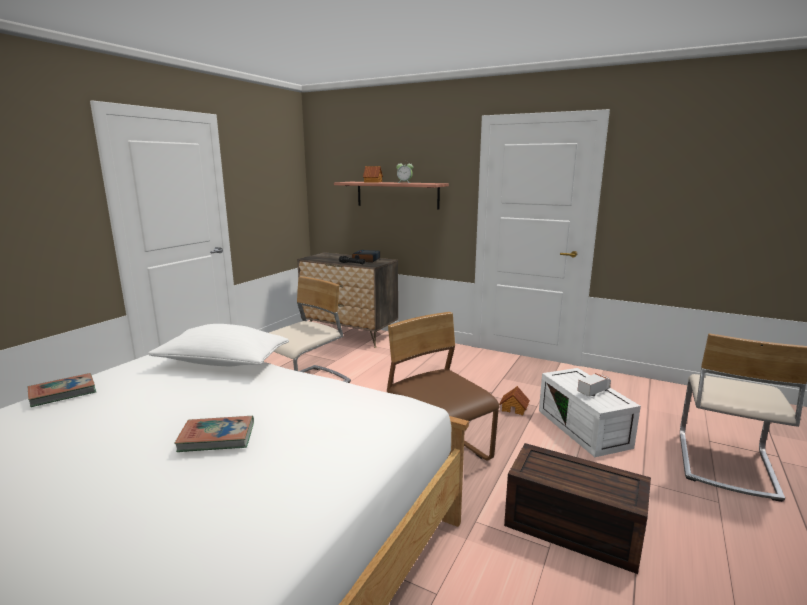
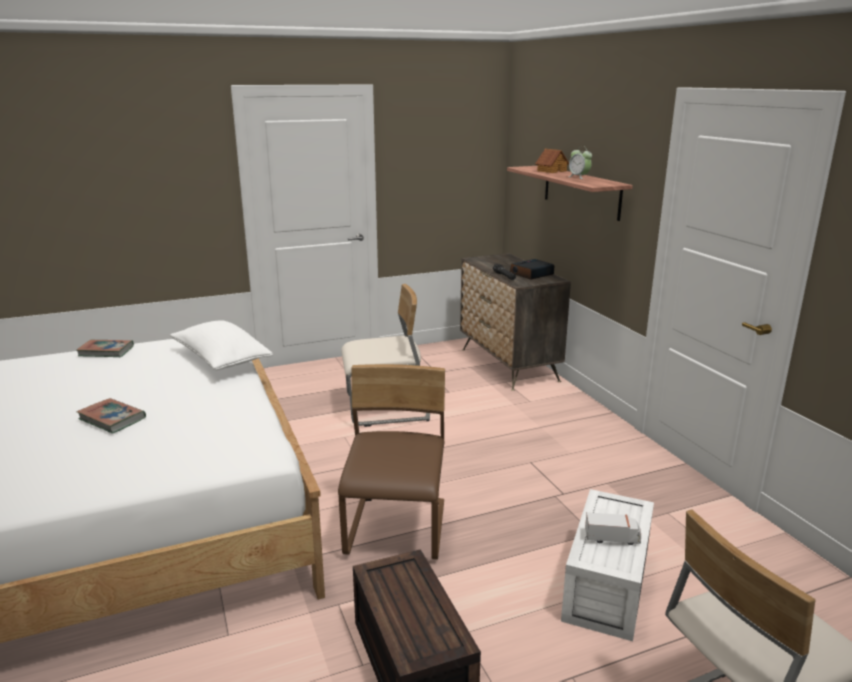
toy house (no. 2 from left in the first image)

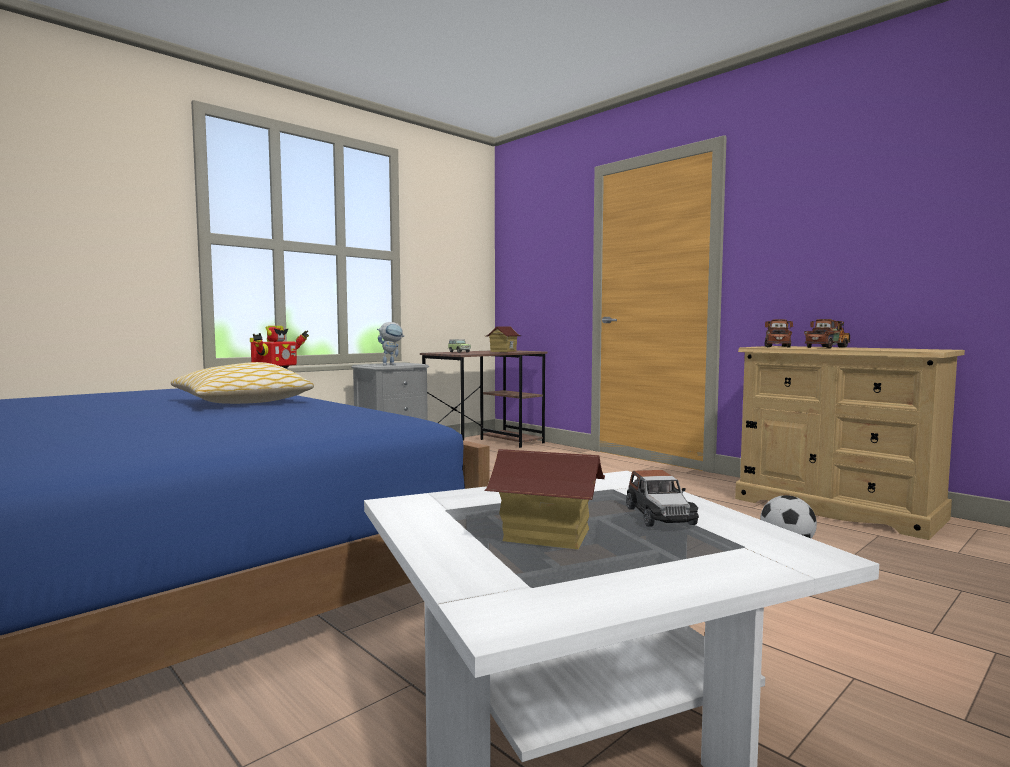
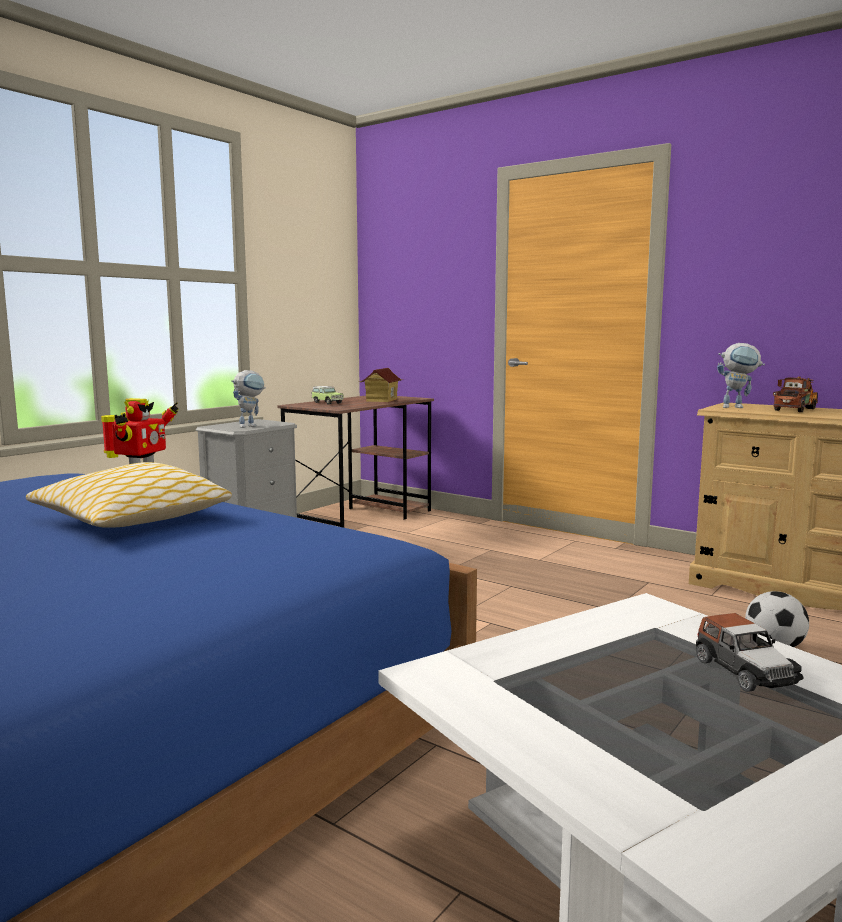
toy house (no. 2 from left in the first image)
toy robot (no. 3 from left)

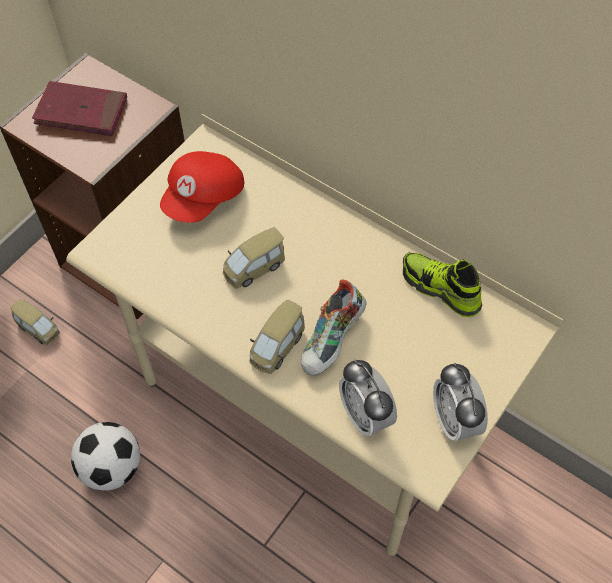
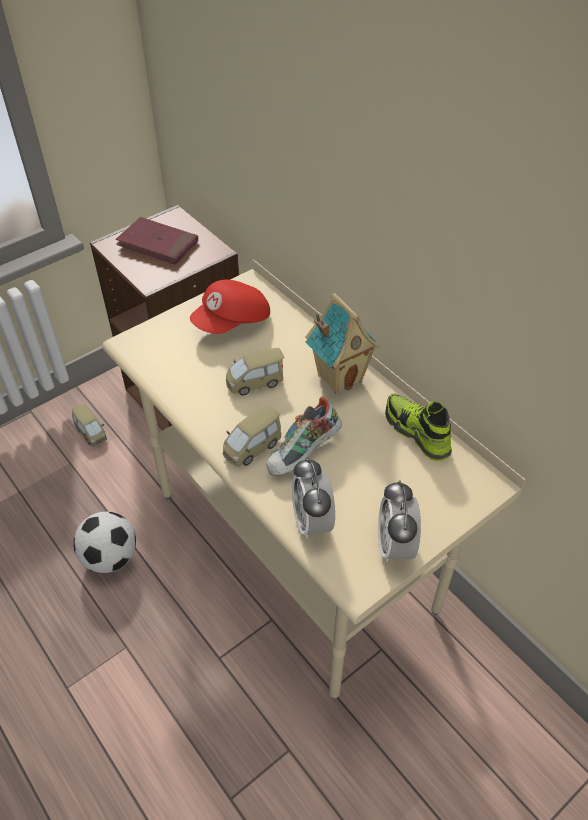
toy house

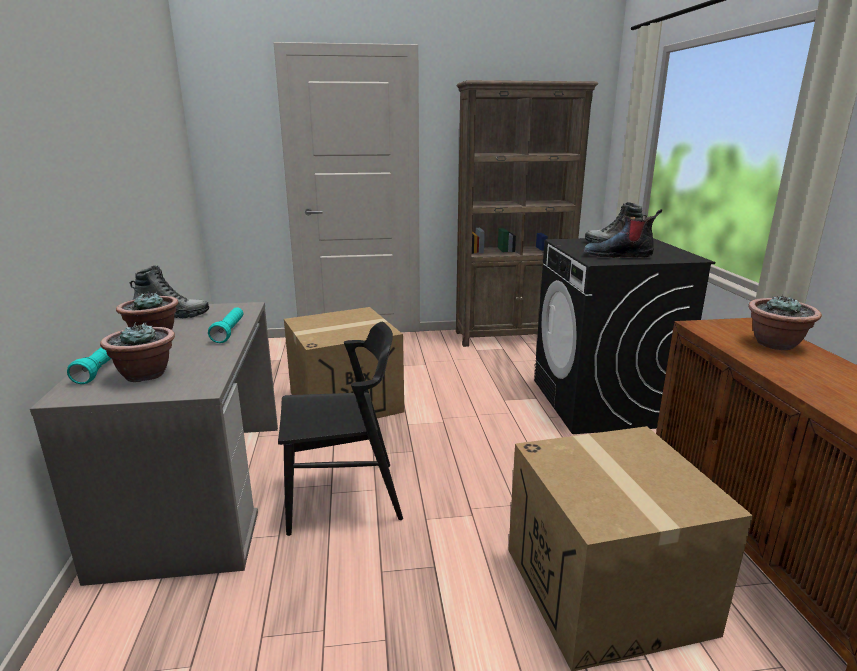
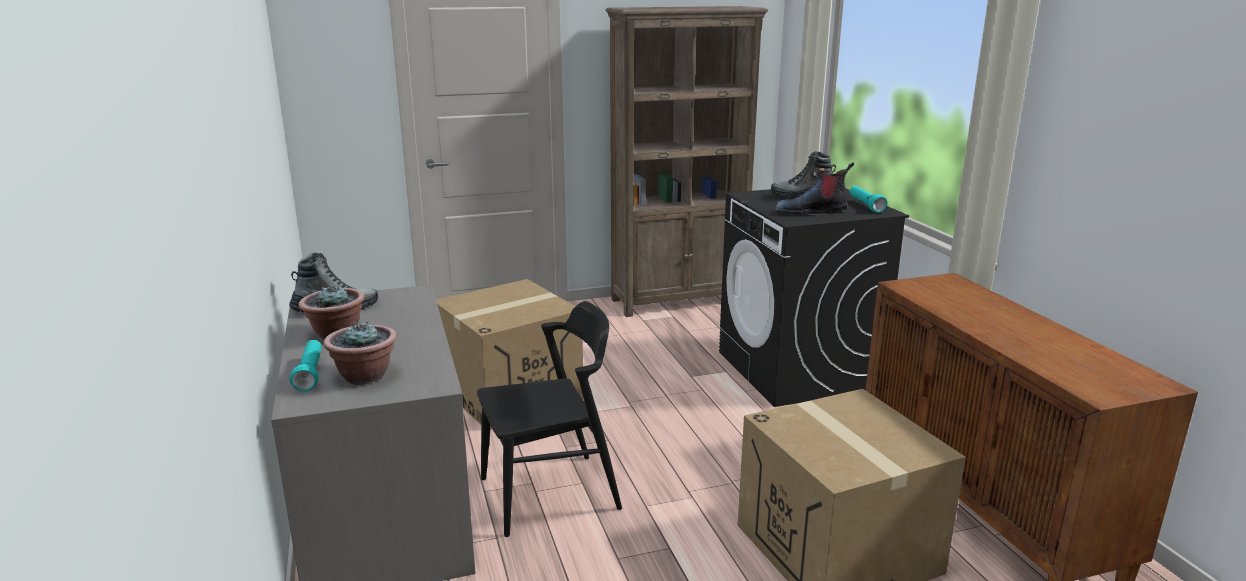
potted plant (no. 3 from left in the first image)
turquoise flashlight (no. 2 from left)

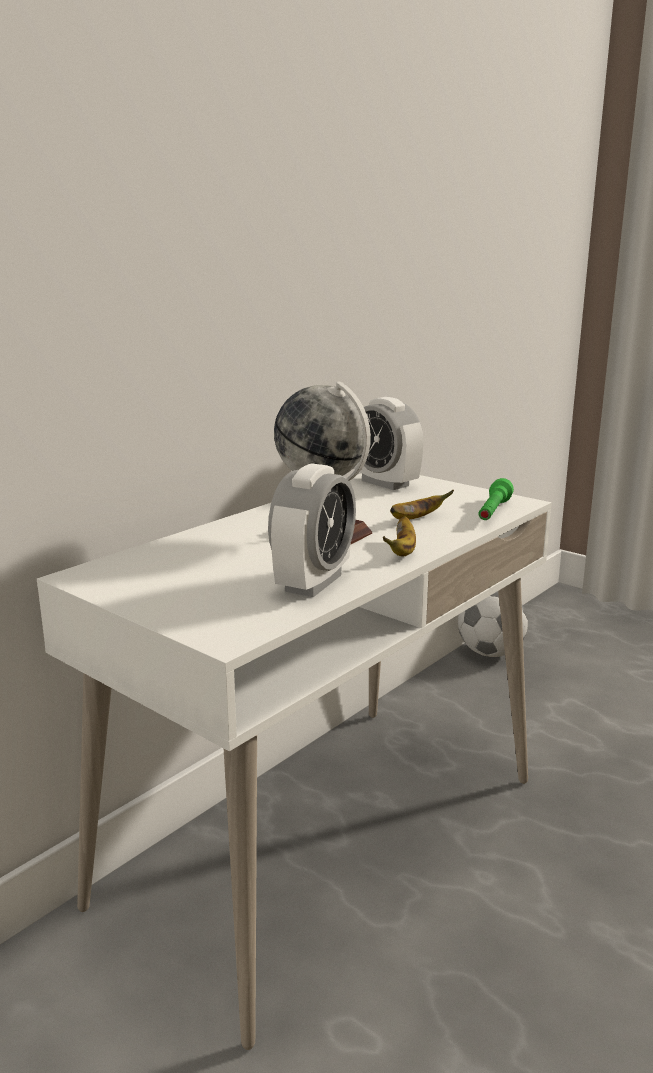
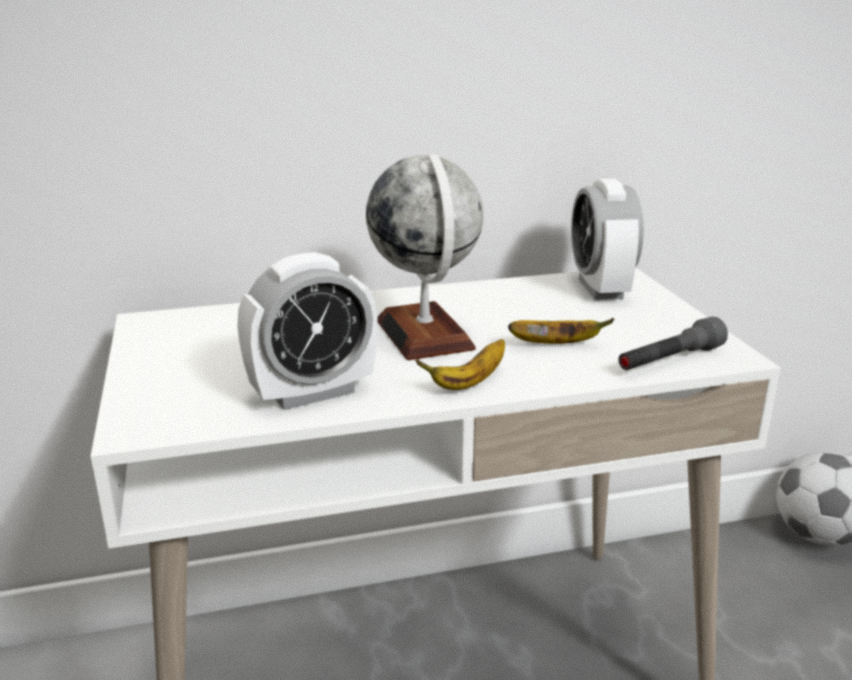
grey flashlight

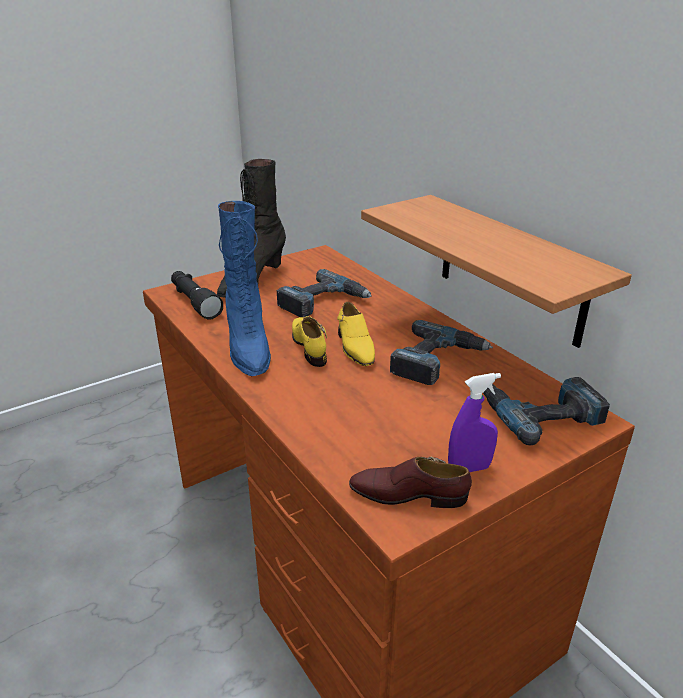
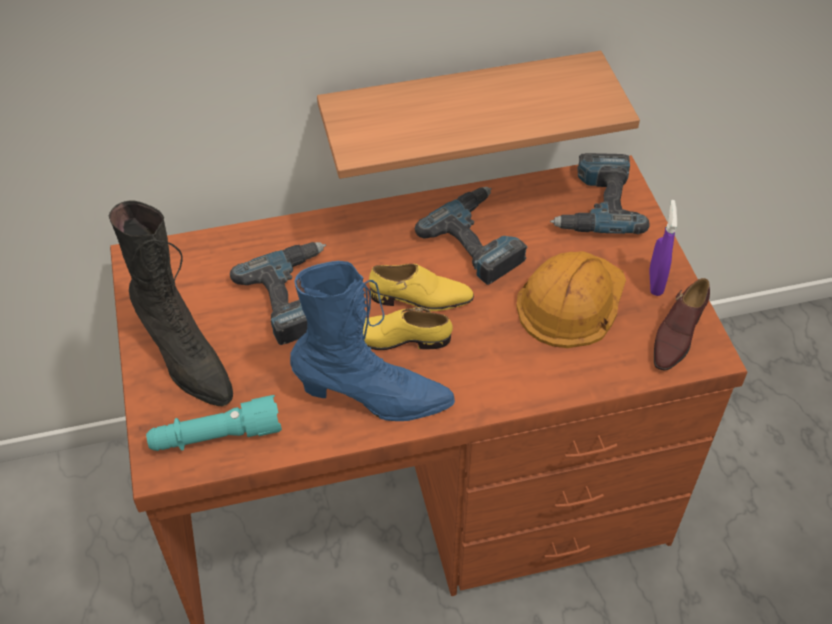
orange hard hat
turquoise flashlight

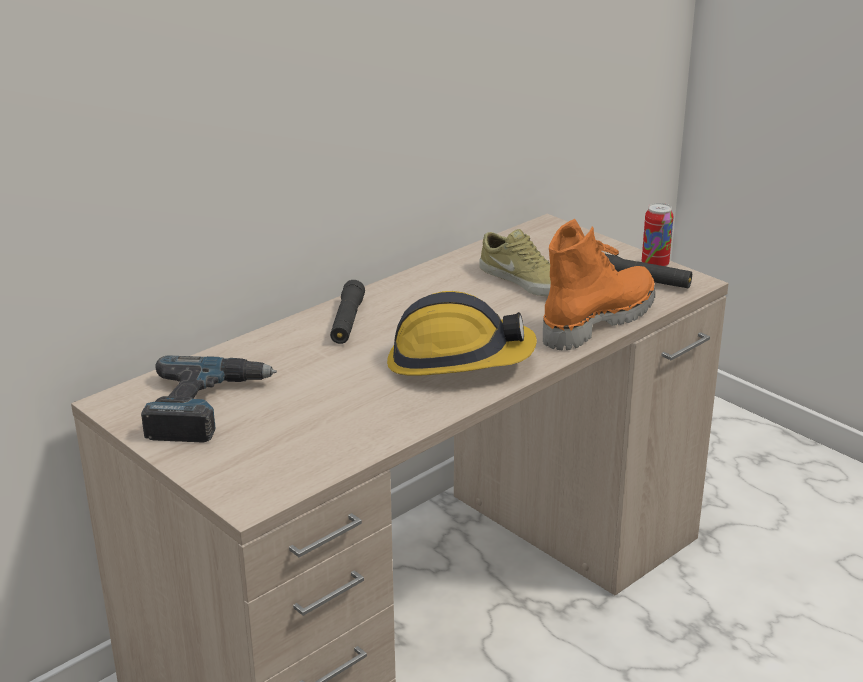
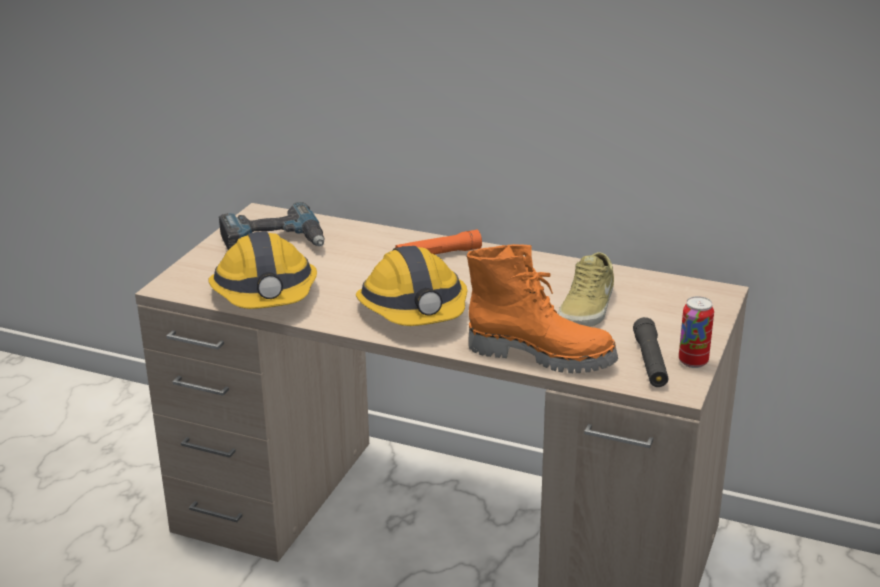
hard hat (no. 1 from left)
orange flashlight

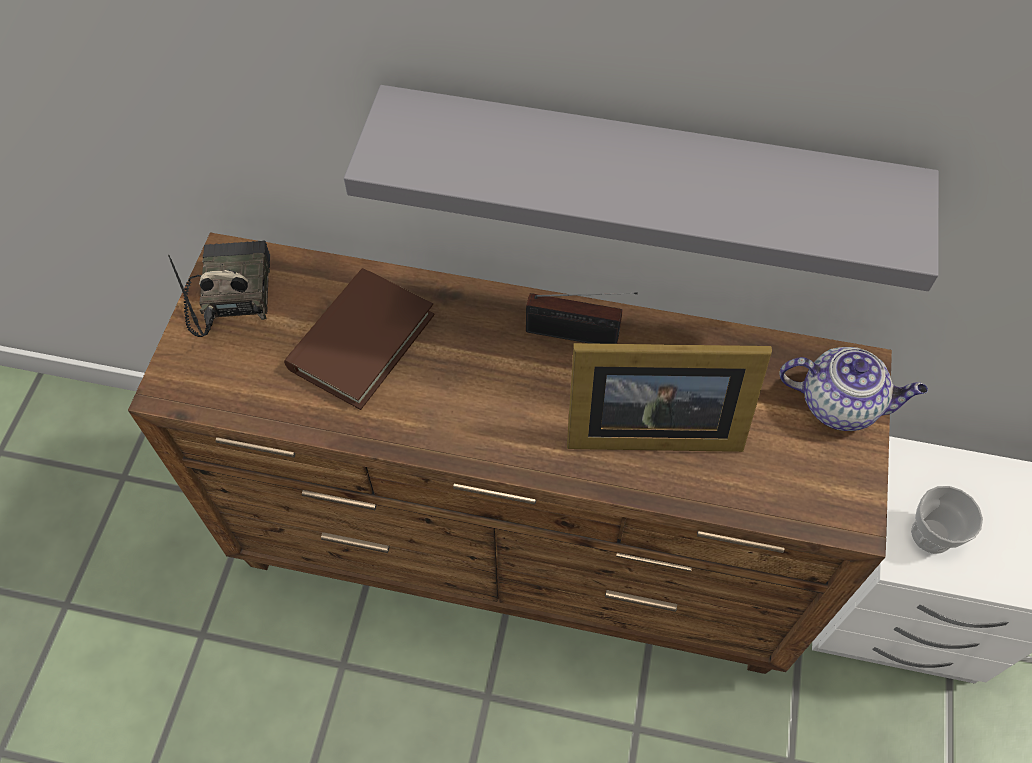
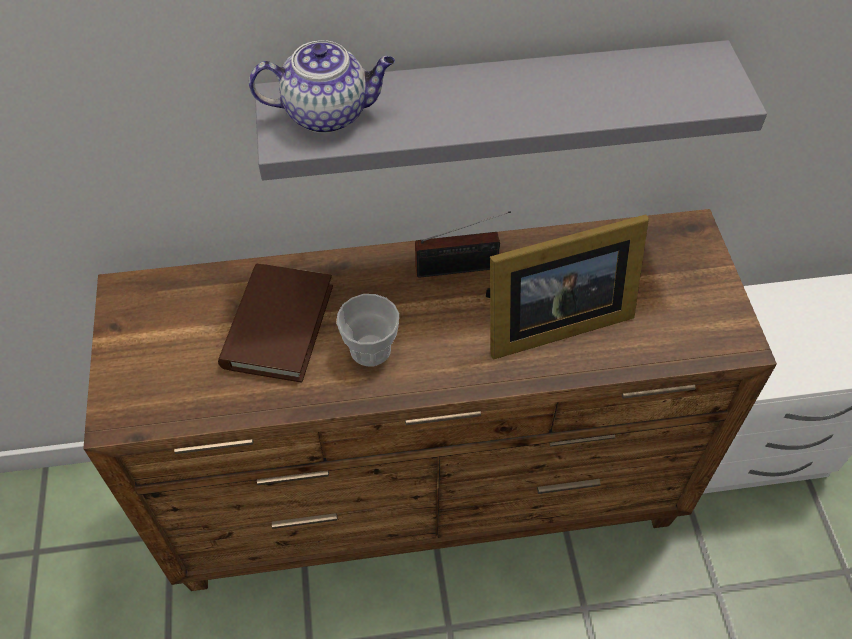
radio (no. 1 from left in the first image)
teapot
cup

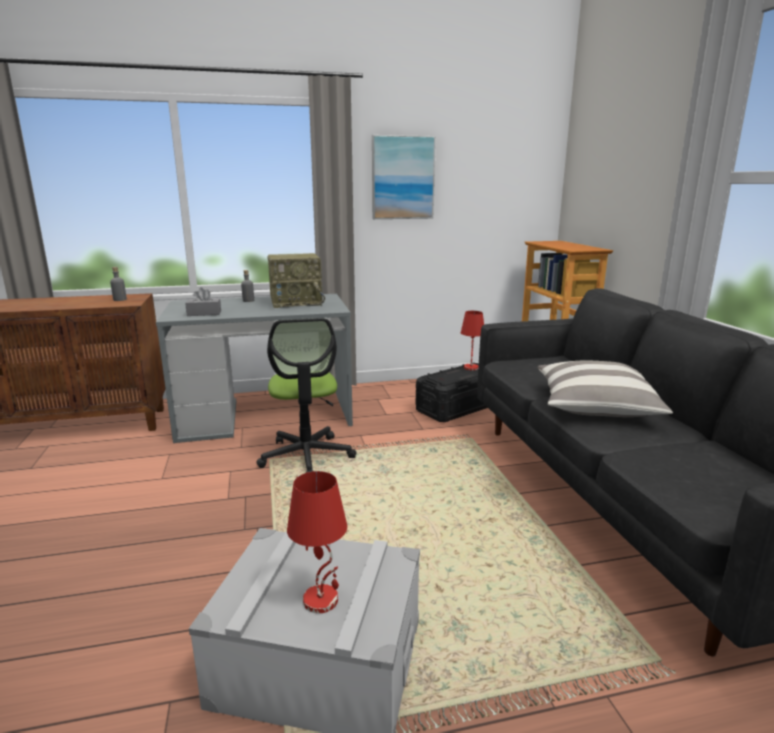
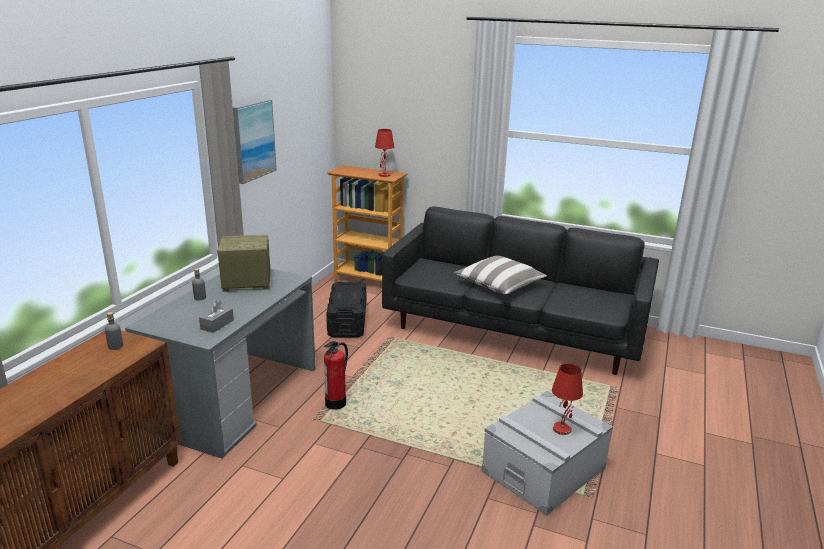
red table lamp (no. 1 from left)
fire extinguisher
radio

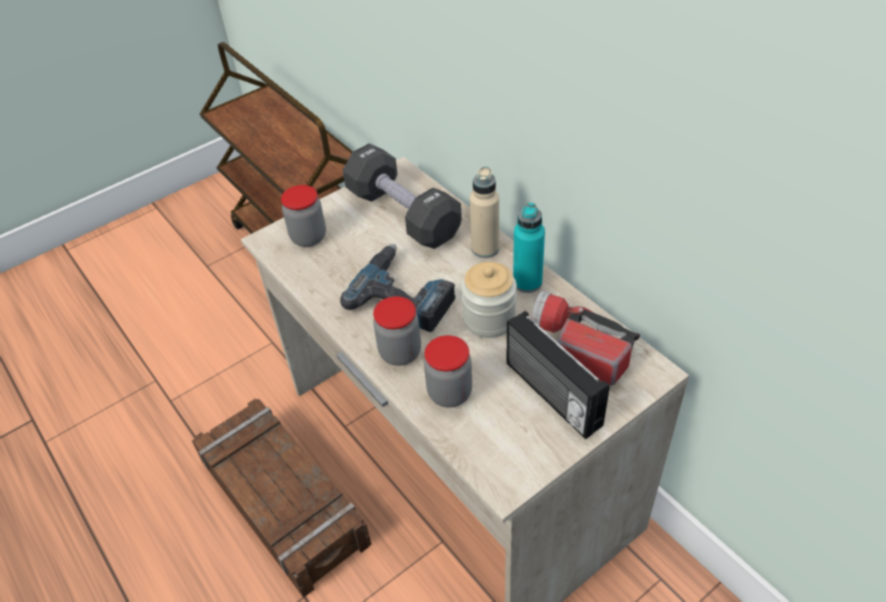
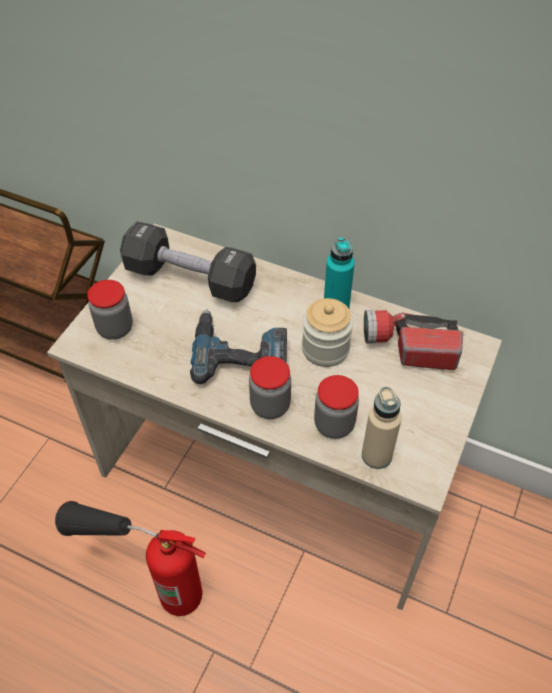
radio
beige bottle
fire extinguisher

